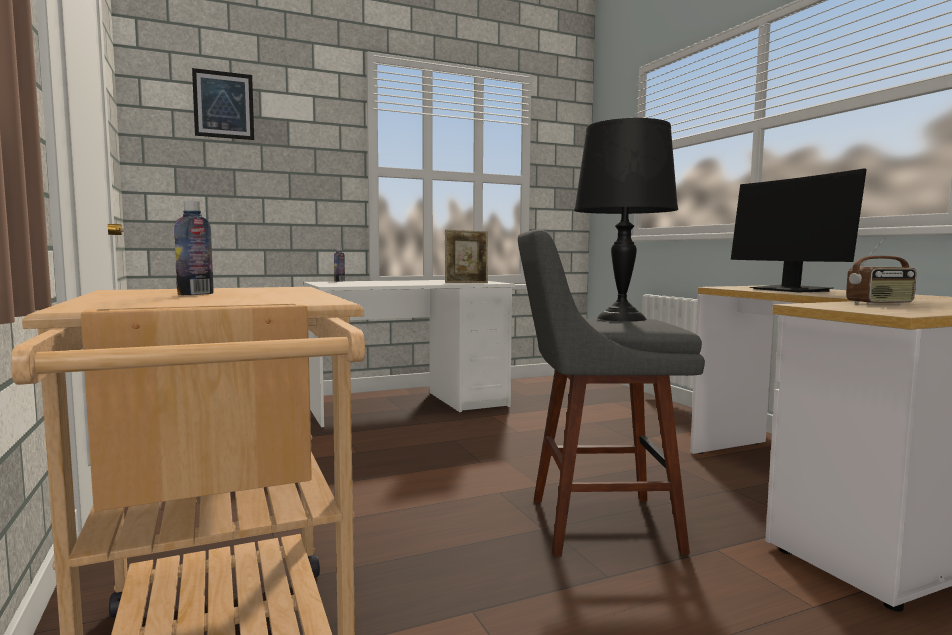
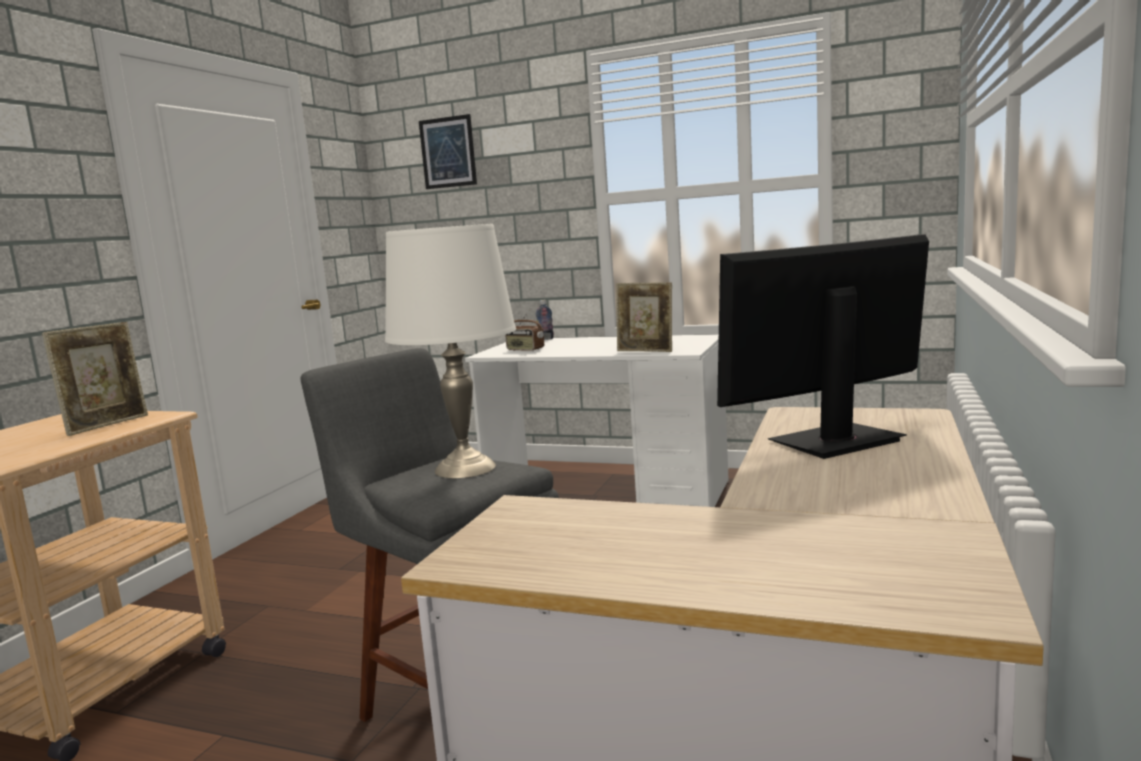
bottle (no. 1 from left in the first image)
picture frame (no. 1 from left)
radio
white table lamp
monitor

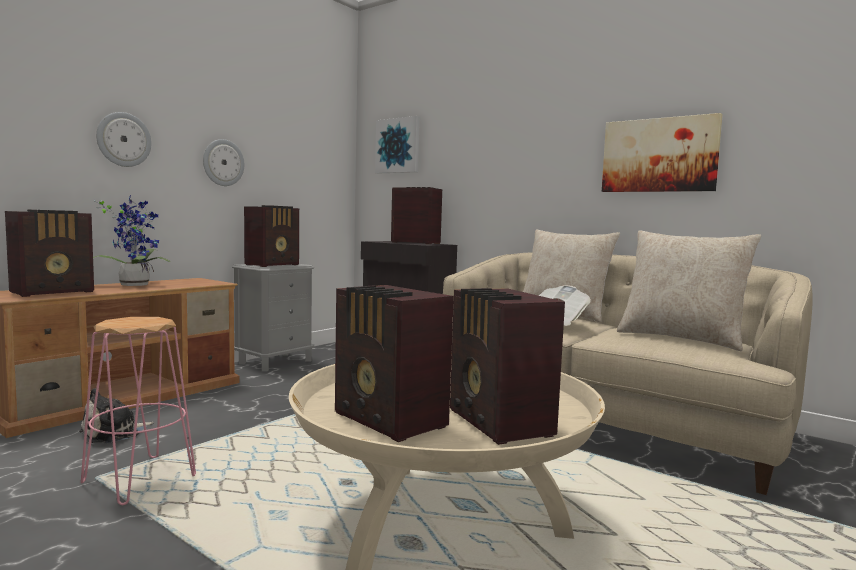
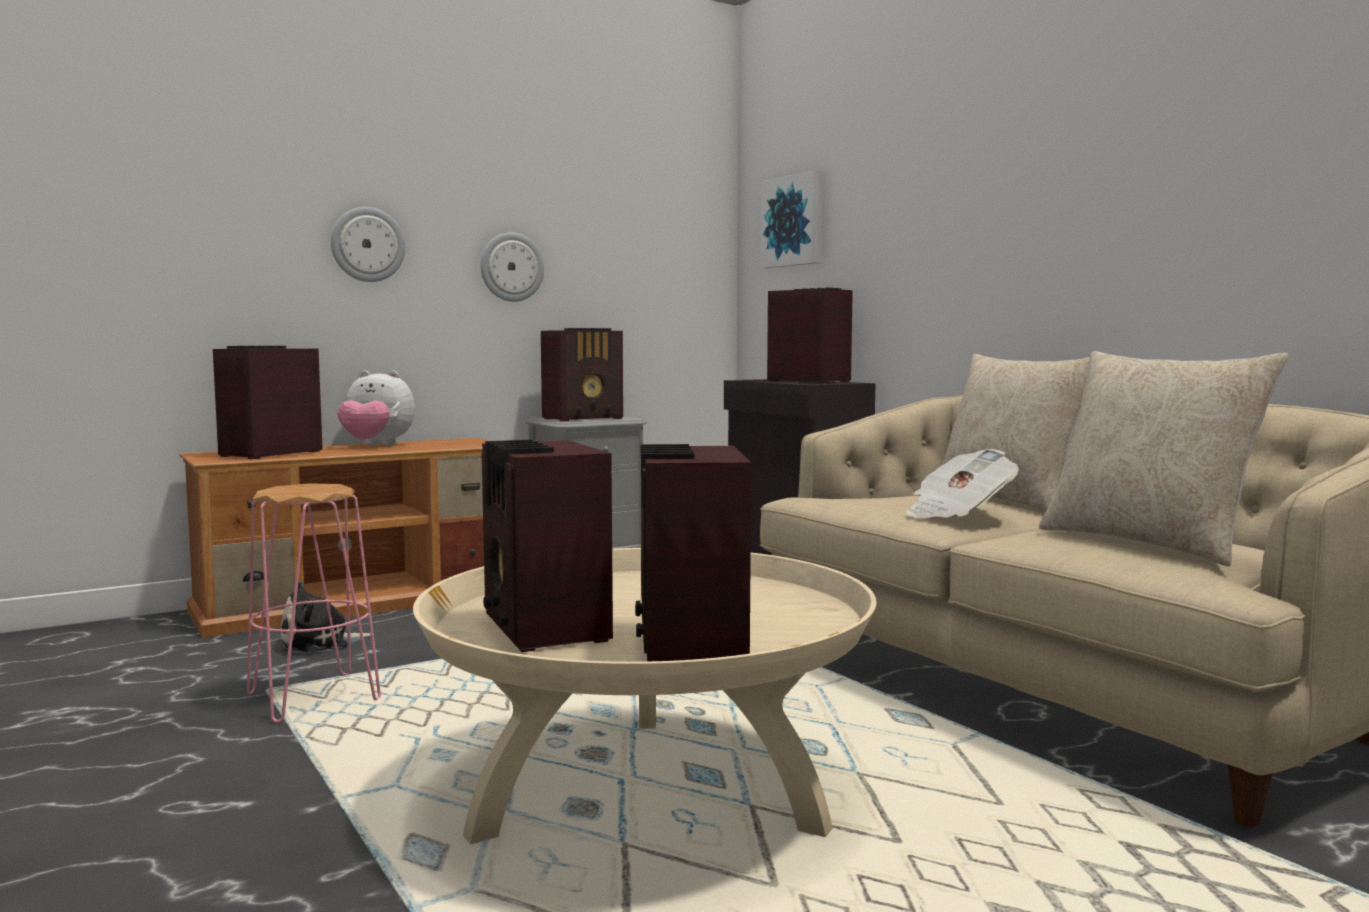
picture (no. 2 from left in the first image)
plush toy (no. 2 from left)
radio (no. 1 from left)

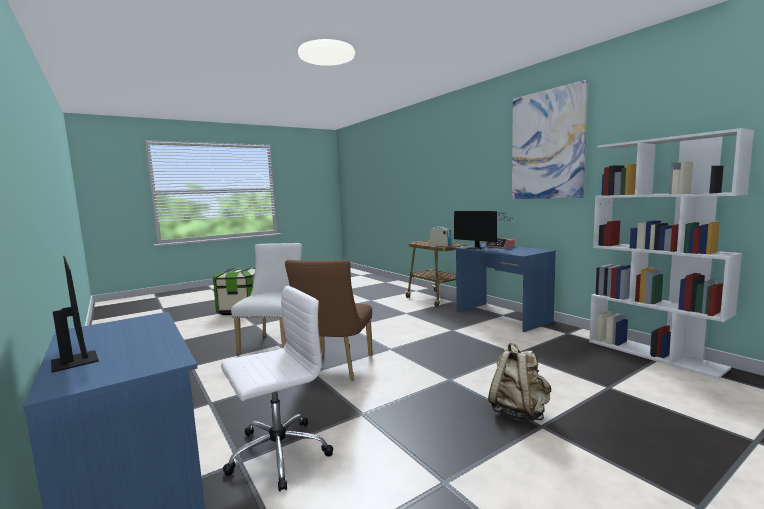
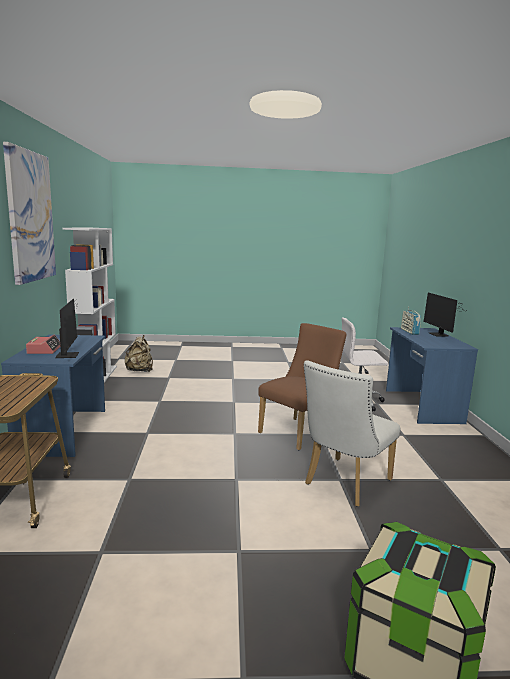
radio
beige backpack

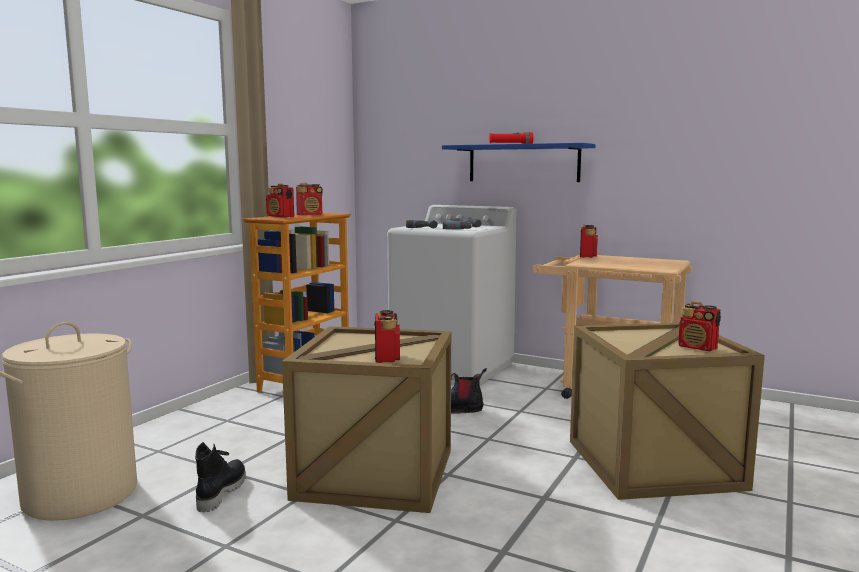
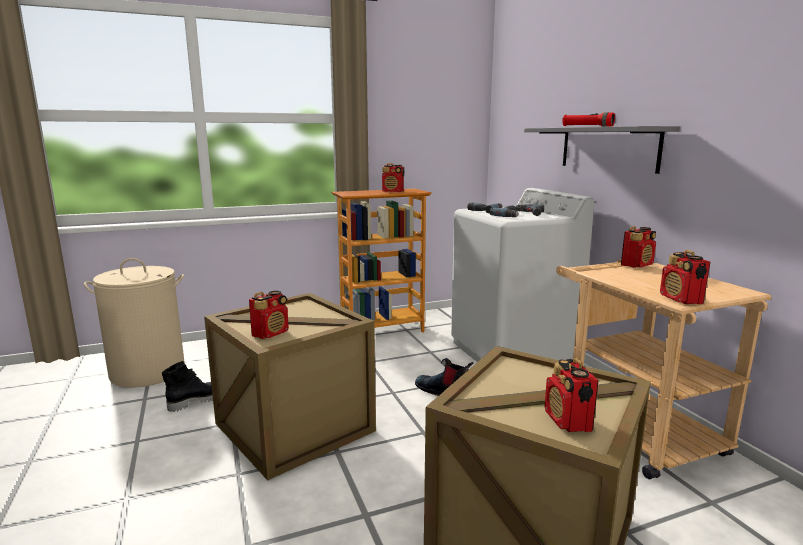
radio (no. 5 from left)
grey shelf

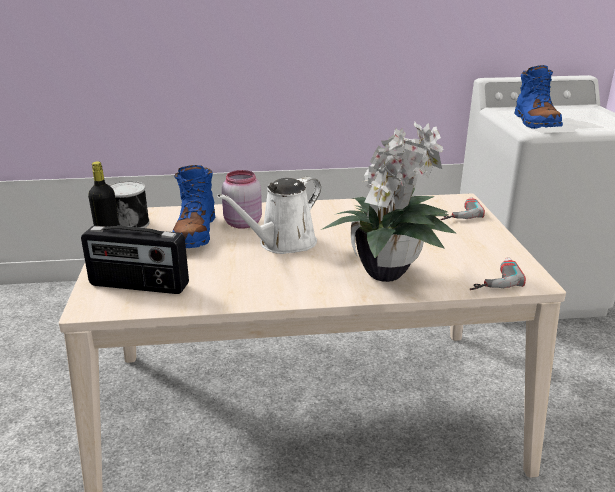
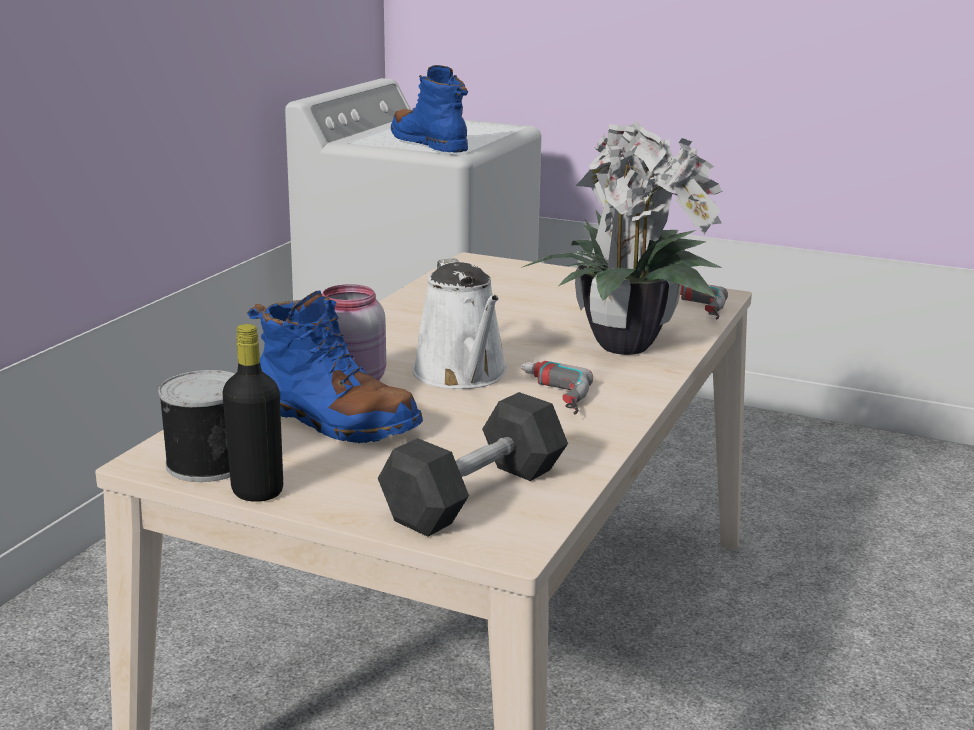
power drill (no. 1 from left)
black dumbbell
blue boot (no. 2 from left)

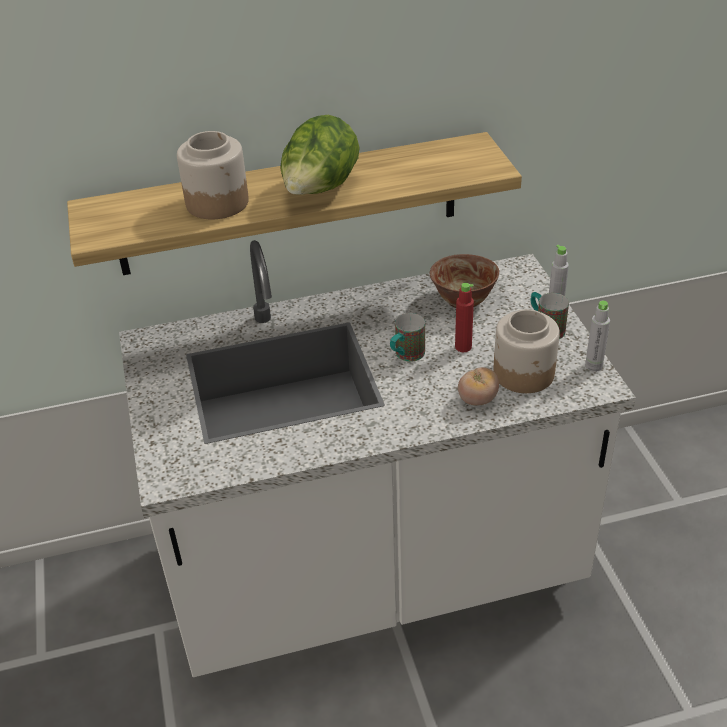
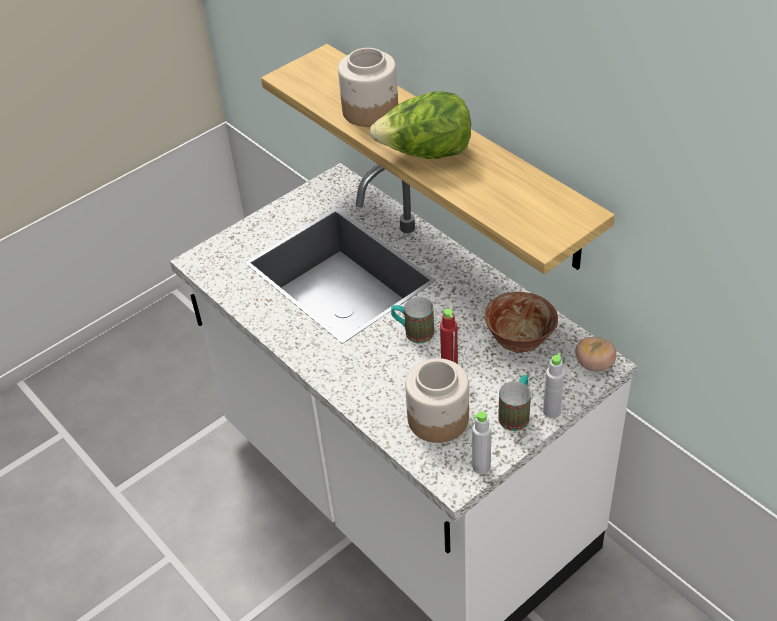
tomato

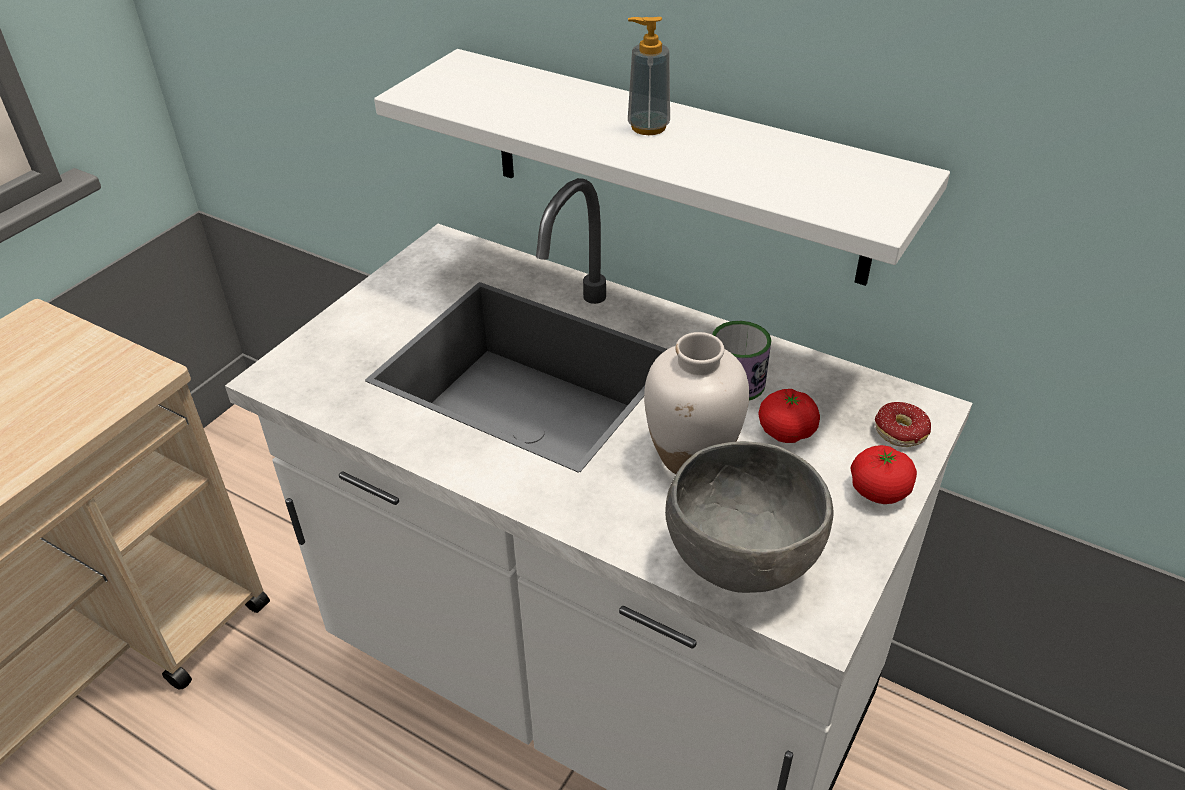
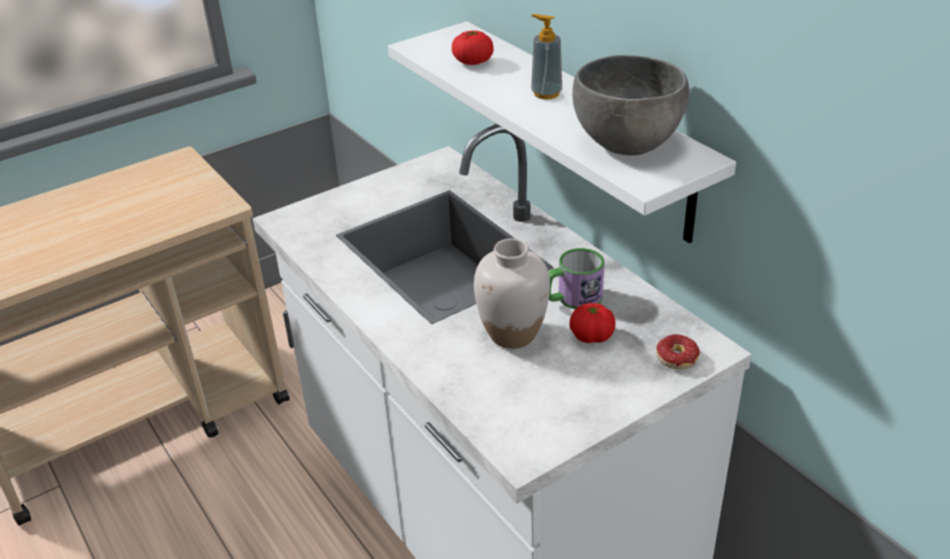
grey bowl
tomato (no. 1 from left)

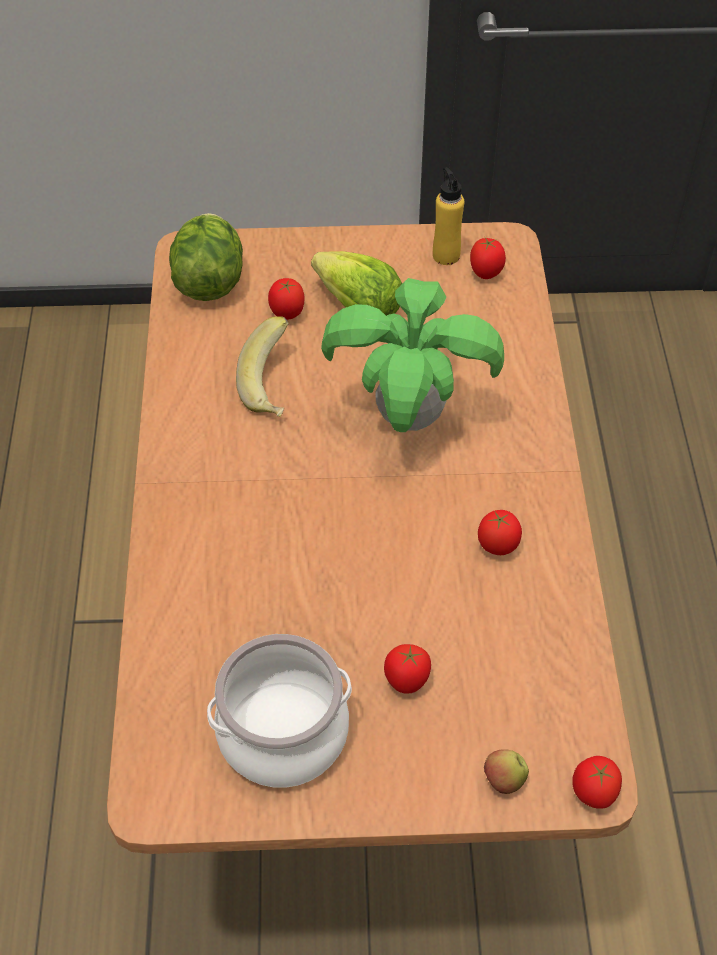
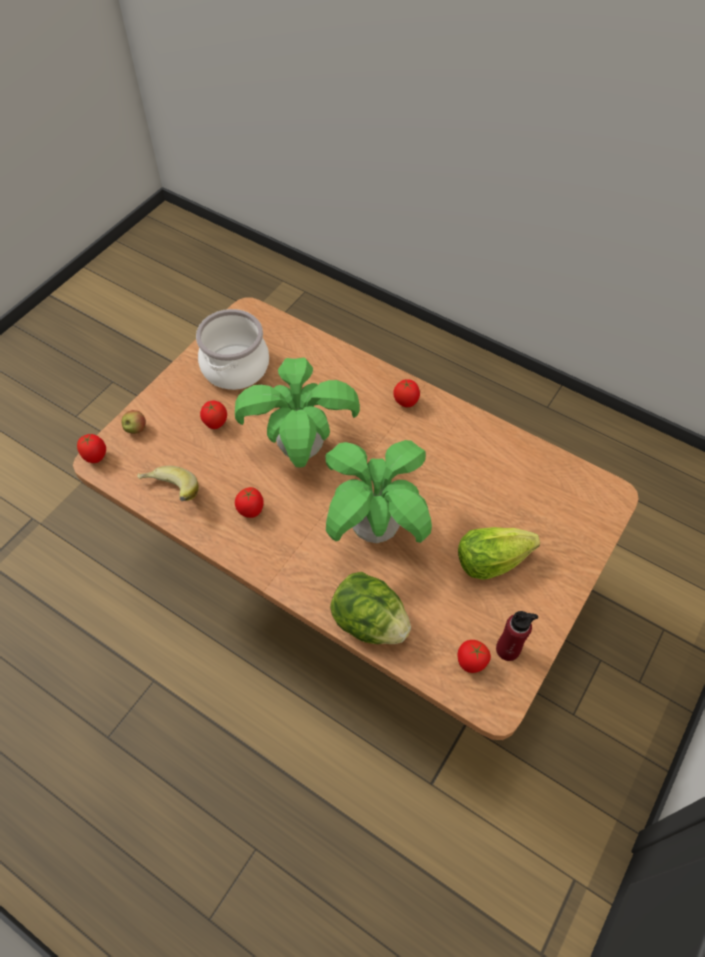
potted plant (no. 1 from left)
lettuce (no. 1 from left)
banana
tomato (no. 4 from left)
red bottle

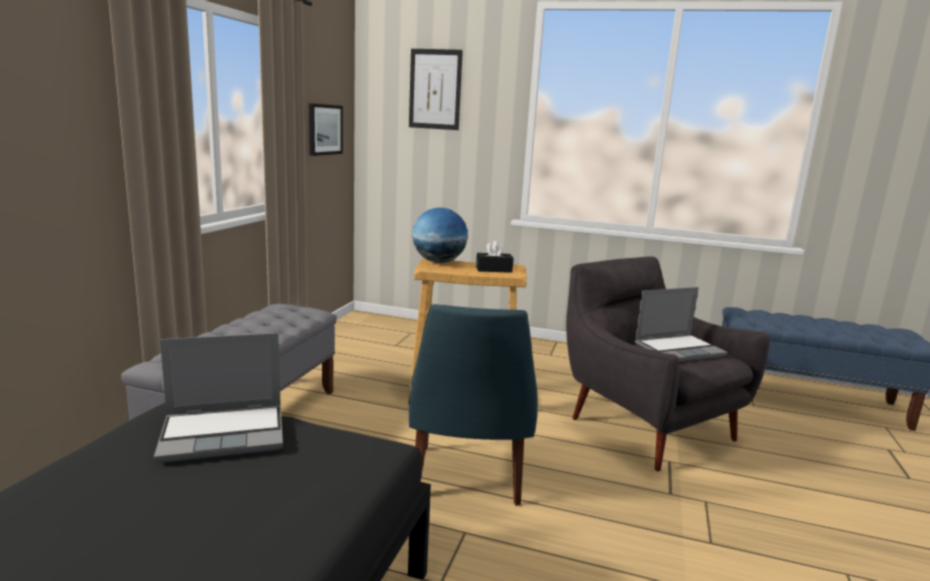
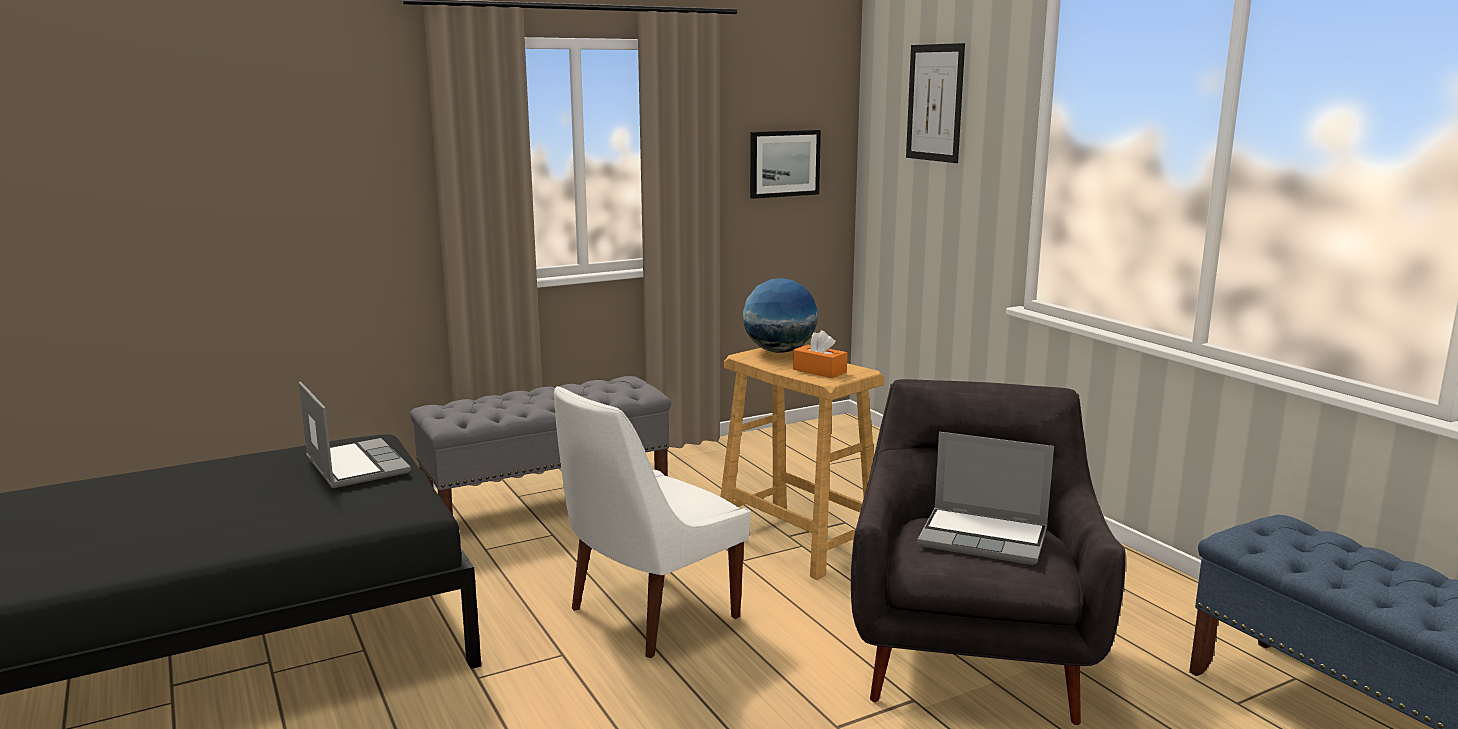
white chair
orange tissue box
laptop (no. 1 from left)

